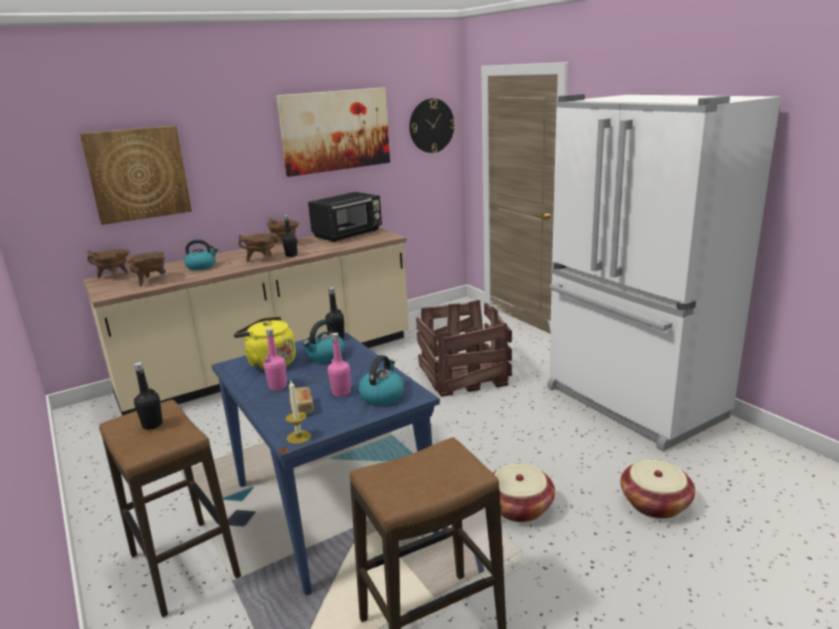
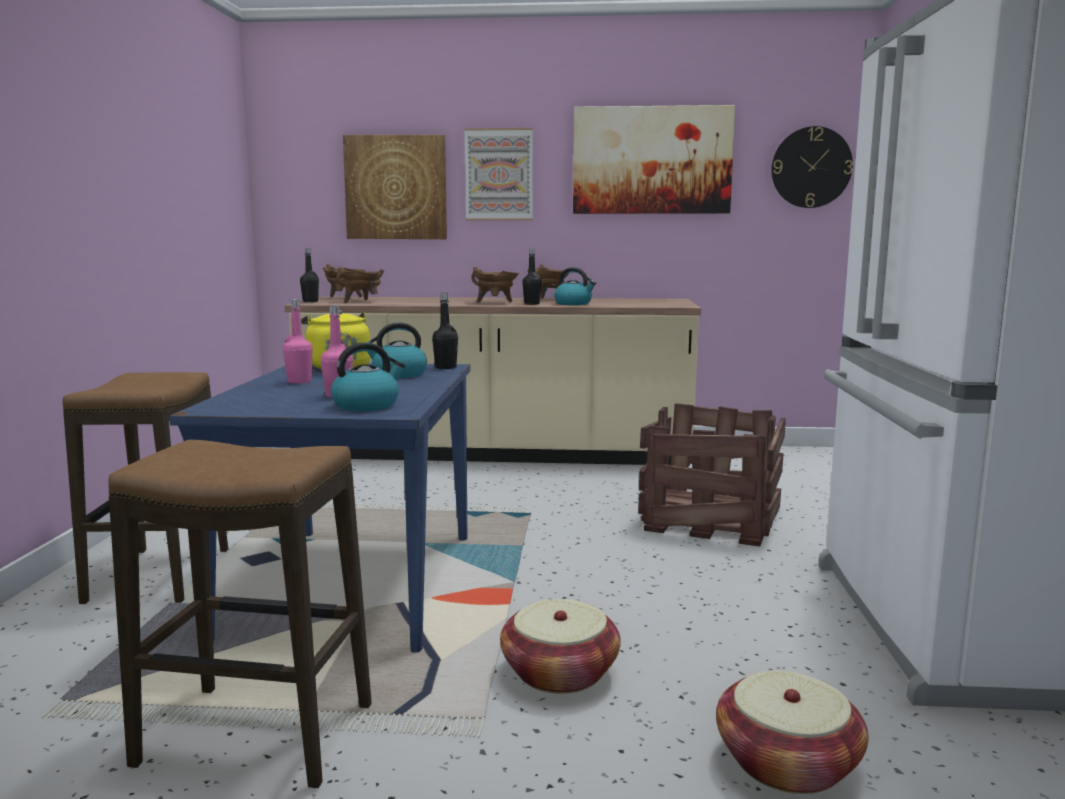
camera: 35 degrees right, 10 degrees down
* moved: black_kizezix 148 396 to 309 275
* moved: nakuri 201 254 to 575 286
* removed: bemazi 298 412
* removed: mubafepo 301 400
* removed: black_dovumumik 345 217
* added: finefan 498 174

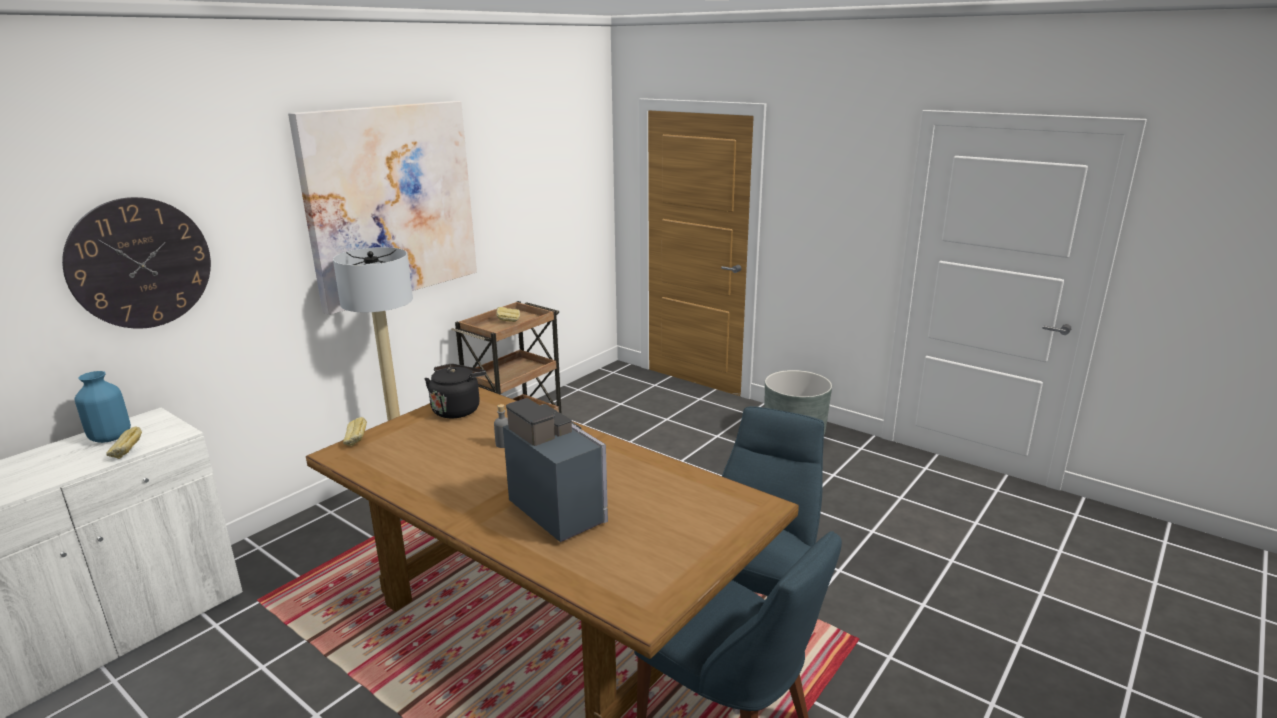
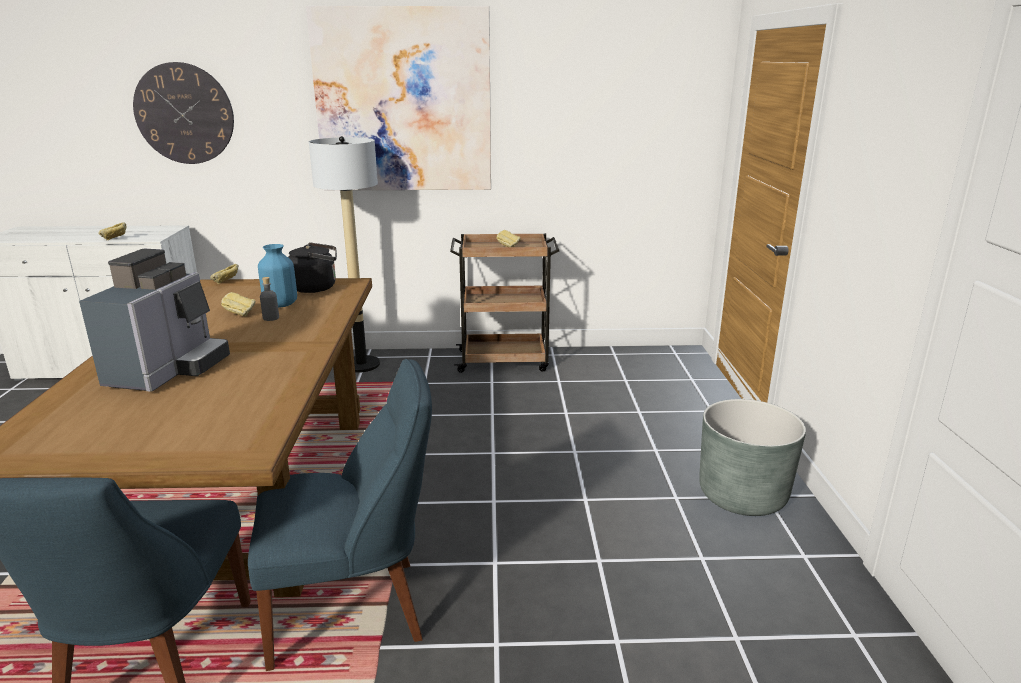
camera: 50 degrees right, 0 degrees up
* moved: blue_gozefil 103 407 to 277 276
* added: mubafepo 238 304

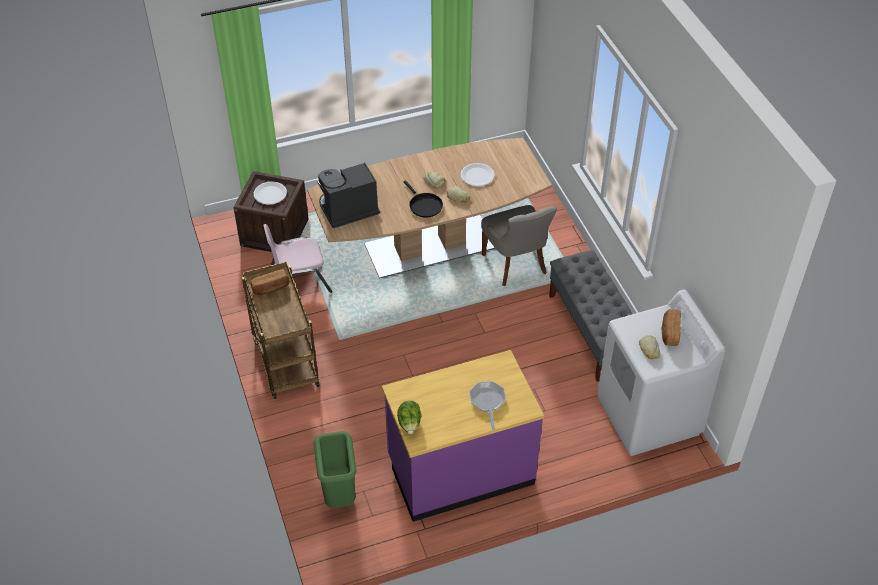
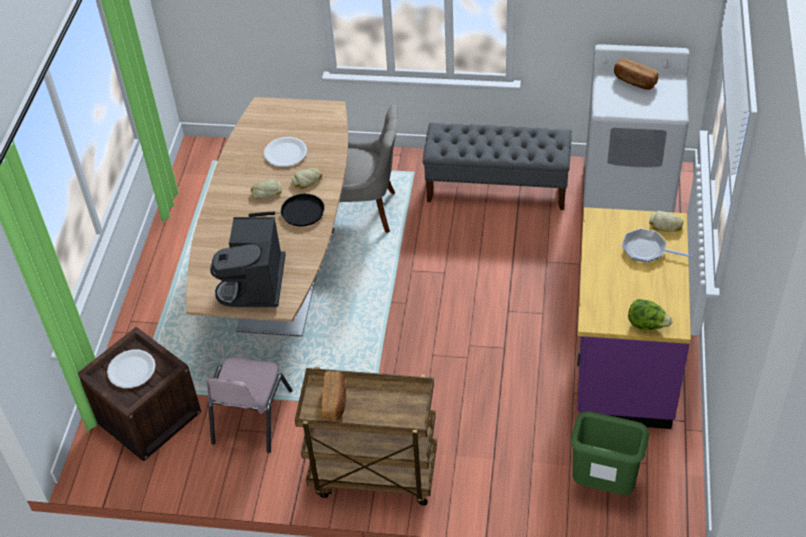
camera: 60 degrees left, 0 degrees up
* moved: mubafepo 649 347 to 666 221

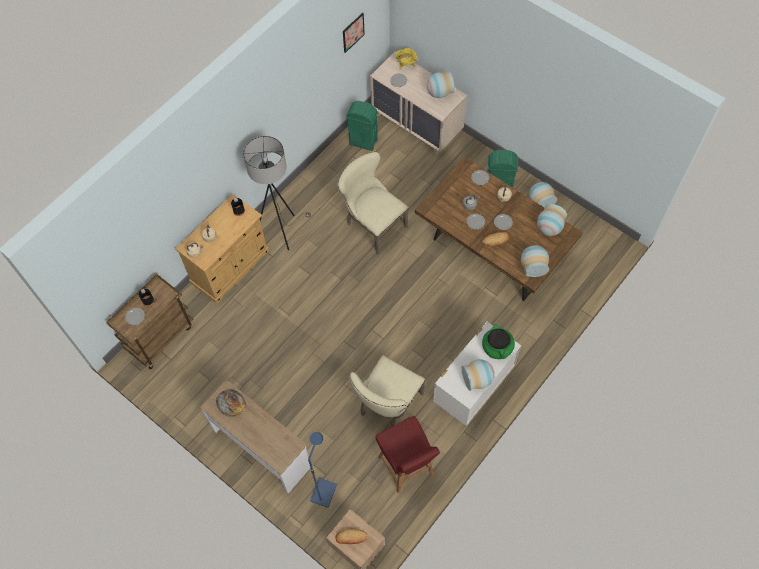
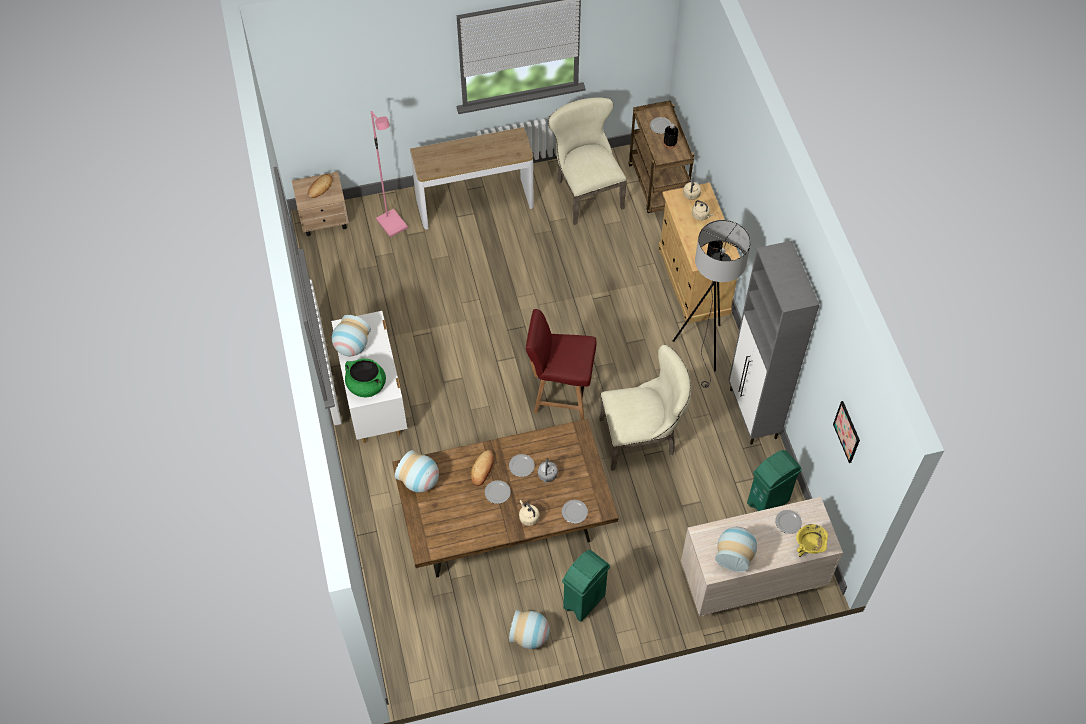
camera: 125 degrees right, 5 degrees down
* removed: mubafepo 231 403
* recoloured: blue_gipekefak 322 470 to pink_gipekefak 389 174
* moved: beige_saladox 387 391 to 587 161
* moved: red_saladox 408 454 to 561 364
* removed: gozefil 552 220
* added: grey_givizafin 774 343

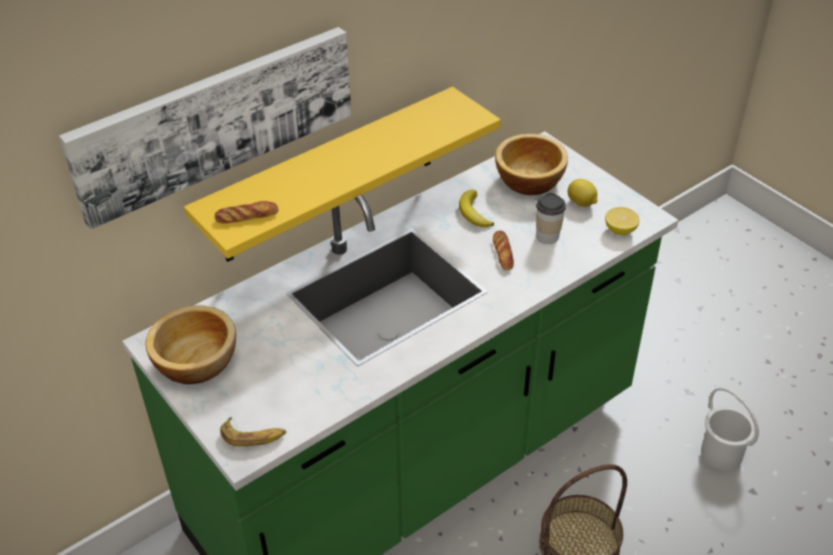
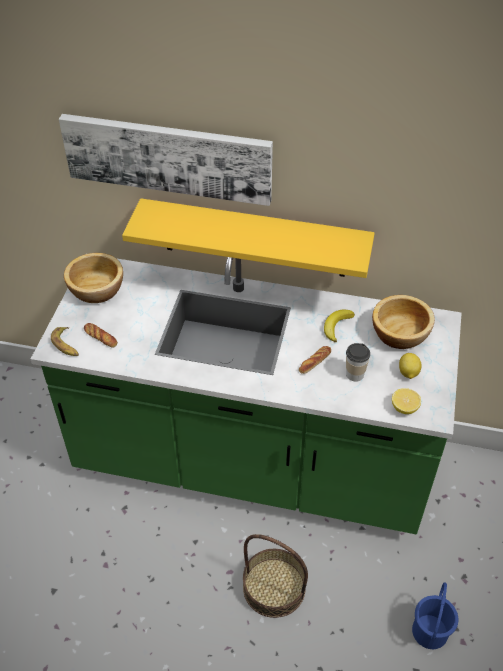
camera: 50 degrees right, 5 degrees up
* moved: mubafepo 246 212 to 101 335
* recoloured: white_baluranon 730 428 to blue_baluranon 435 615

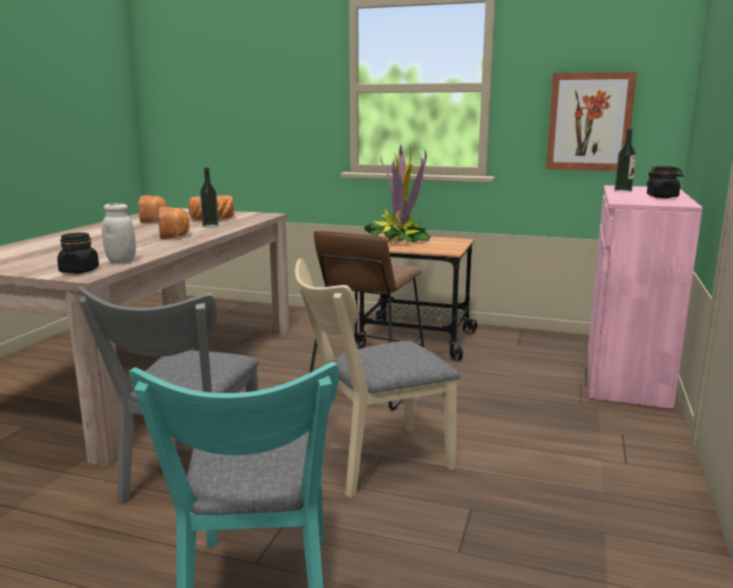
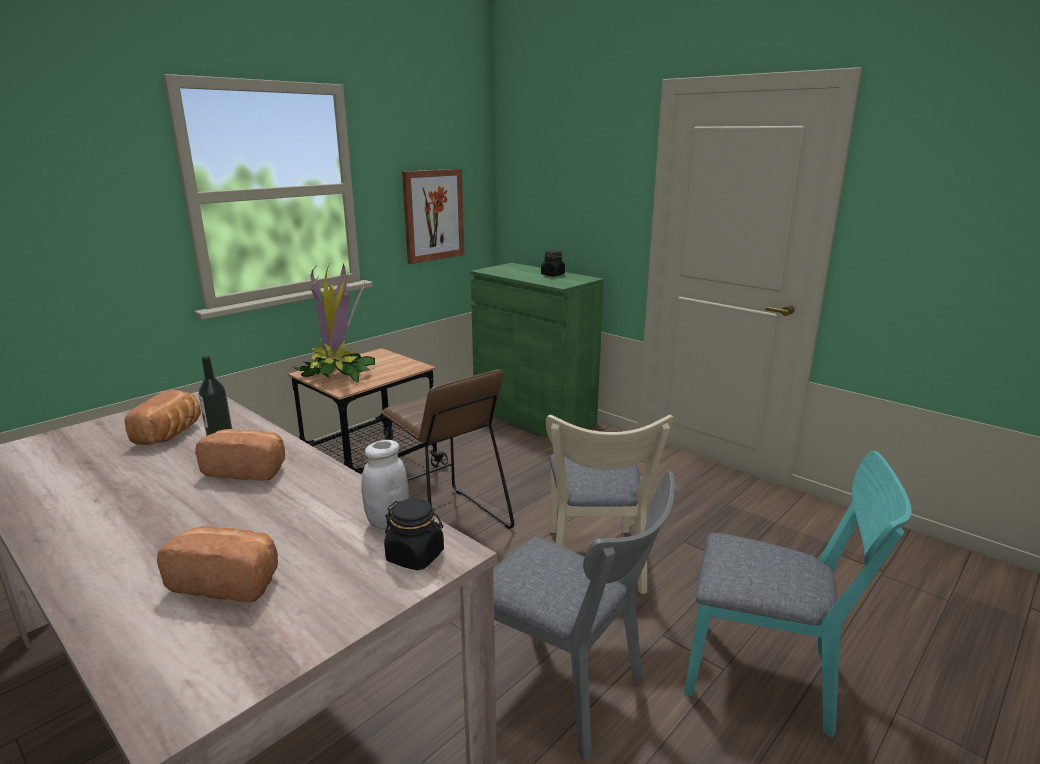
camera: 65 degrees left, 5 degrees up
* moved: mubafepo 152 209 to 217 564
* recoloured: pink_givizafin 645 297 to green_givizafin 537 350
* removed: kizezix 625 160

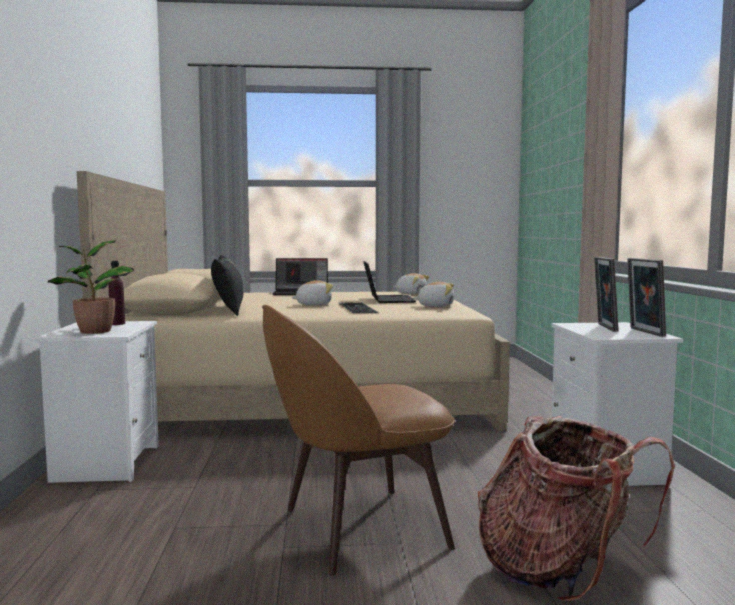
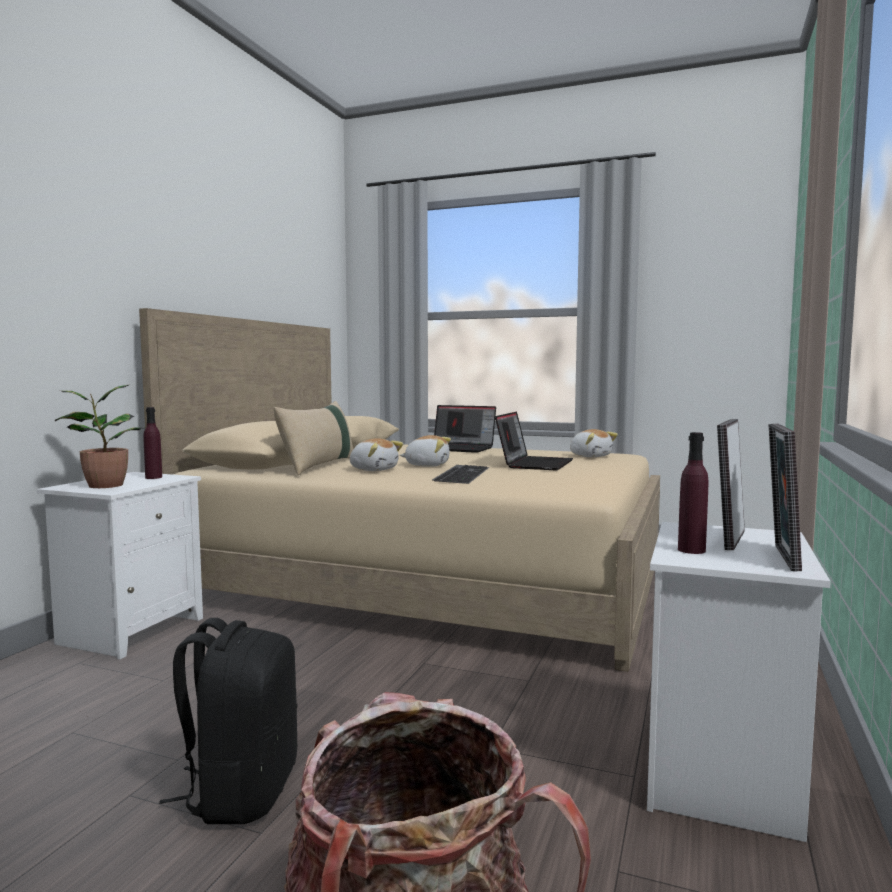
camera: 25 degrees right, 0 degrees up
* recoloured: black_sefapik 227 285 to beige_sefapik 313 438
* replaced: brown_saladox 358 440 to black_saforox 228 721
* moved: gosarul 433 294 to 376 454
* added: purple_kizezix 693 493

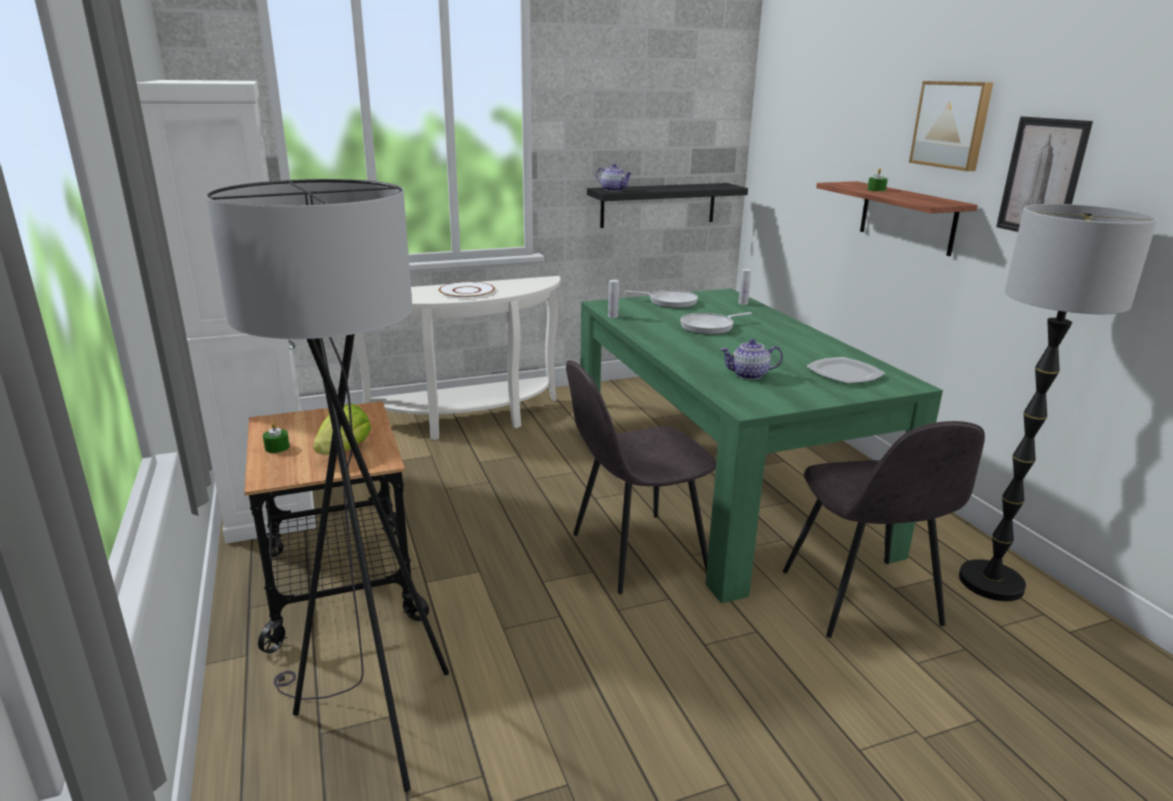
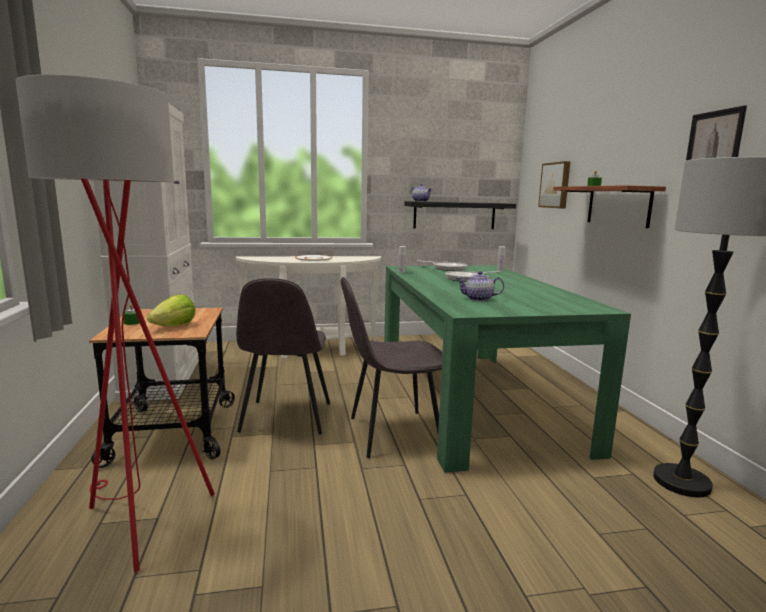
camera: 10 degrees right, 10 degrees down
* recoloured: grey_gipekefak 327 485 to red_gipekefak 115 323
* moved: grey_saladox 884 529 to 283 356
* removed: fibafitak 846 370
* moved: finefan 951 126 to 554 185

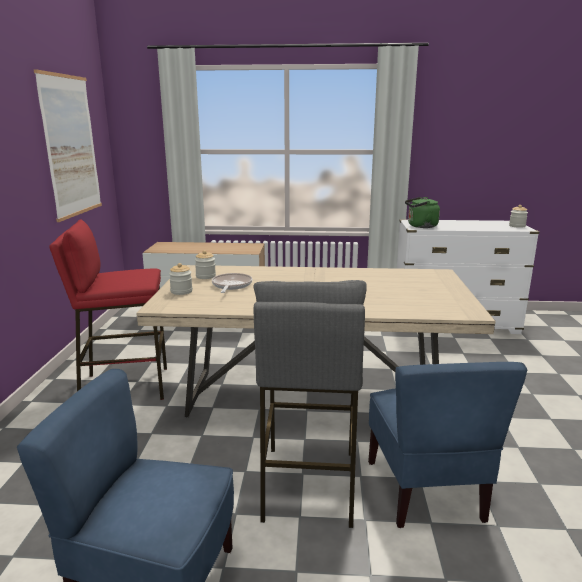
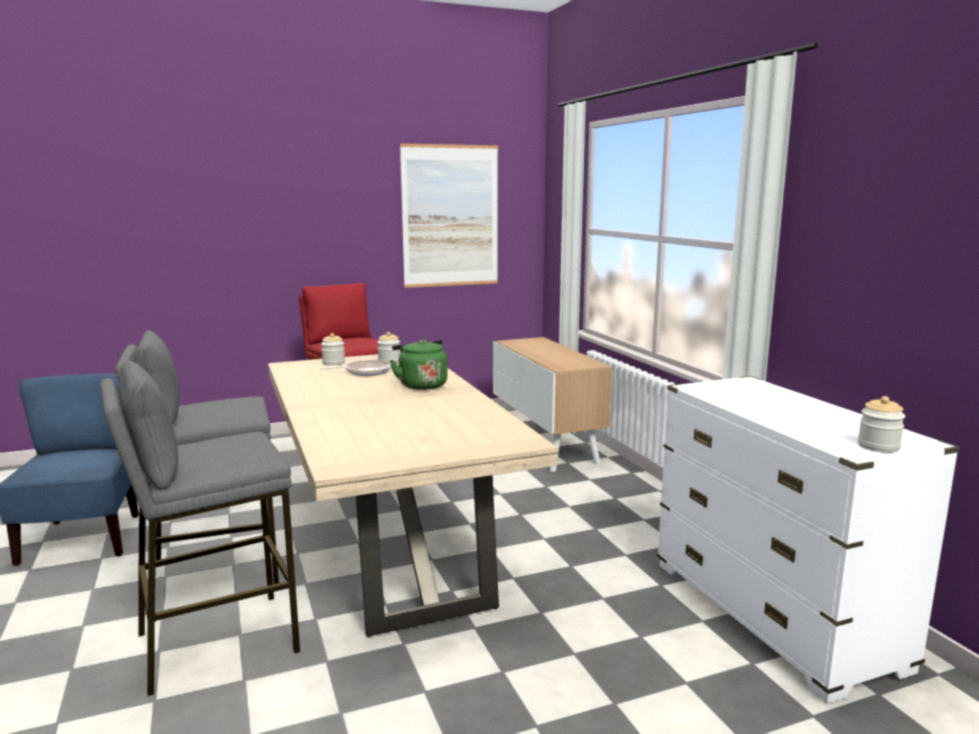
camera: 65 degrees right, 5 degrees down
* replaced: blue_saladox 447 445 to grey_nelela 200 528
* moved: green_nakuri 422 212 to 419 364

